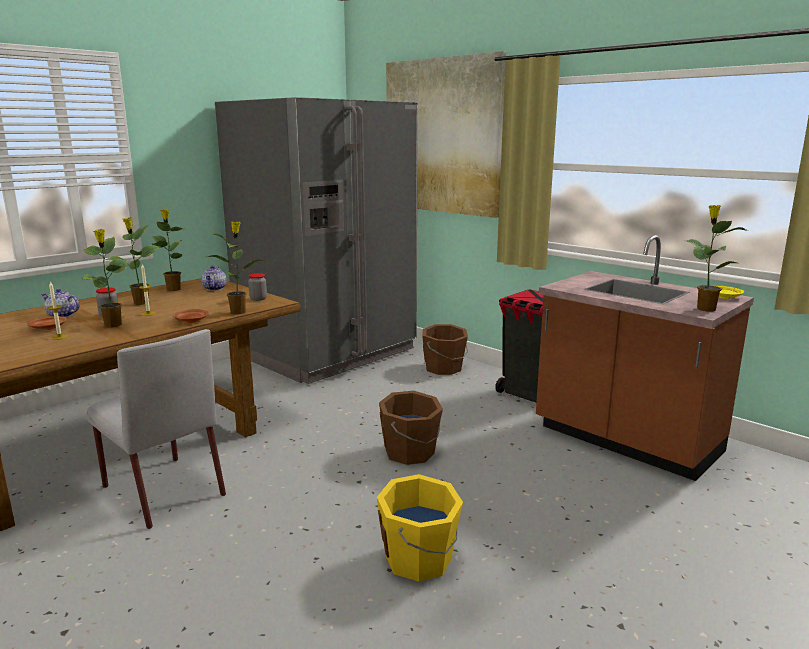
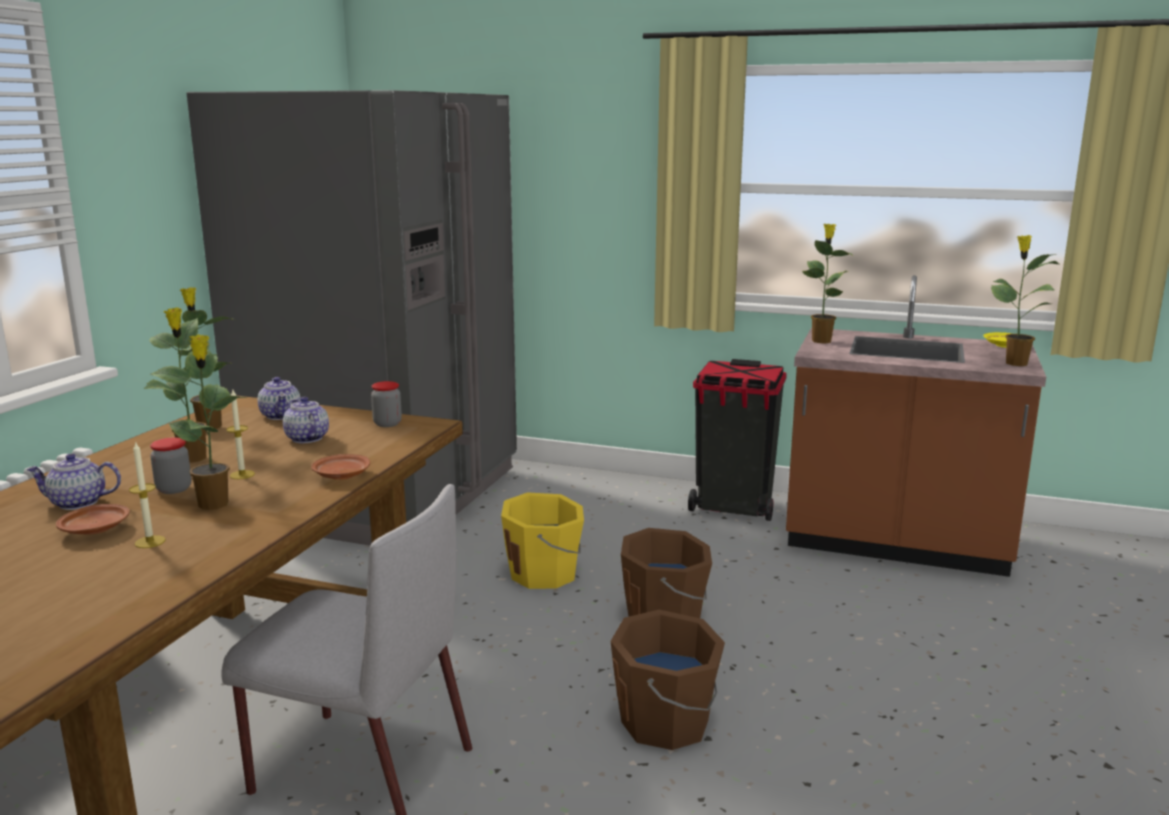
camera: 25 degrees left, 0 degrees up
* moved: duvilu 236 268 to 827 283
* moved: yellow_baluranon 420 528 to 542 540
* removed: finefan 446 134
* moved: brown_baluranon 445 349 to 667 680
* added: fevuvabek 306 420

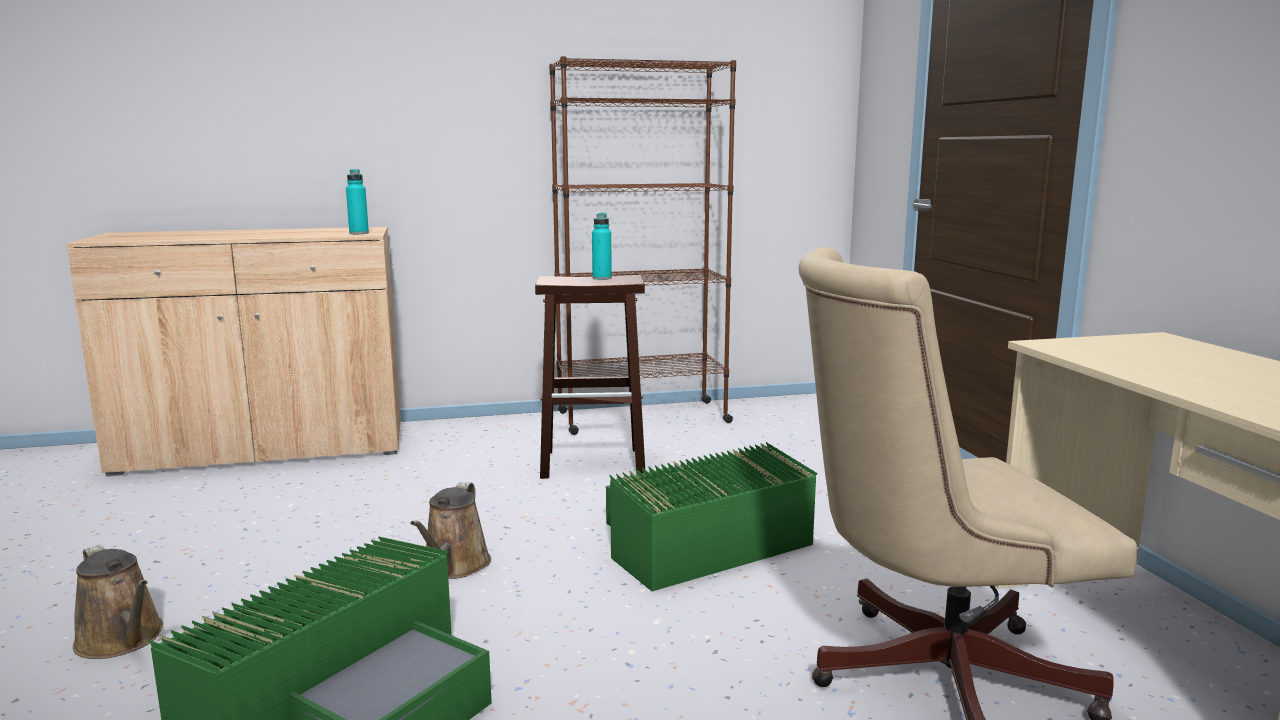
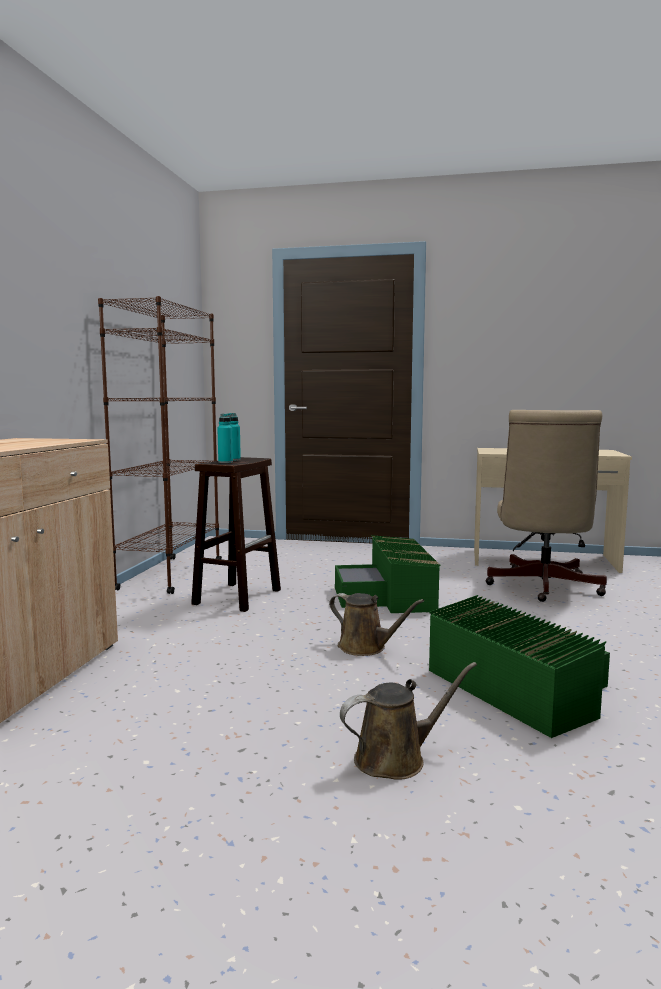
camera: 65 degrees left, 5 degrees down
* moved: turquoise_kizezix 357 201 to 225 438

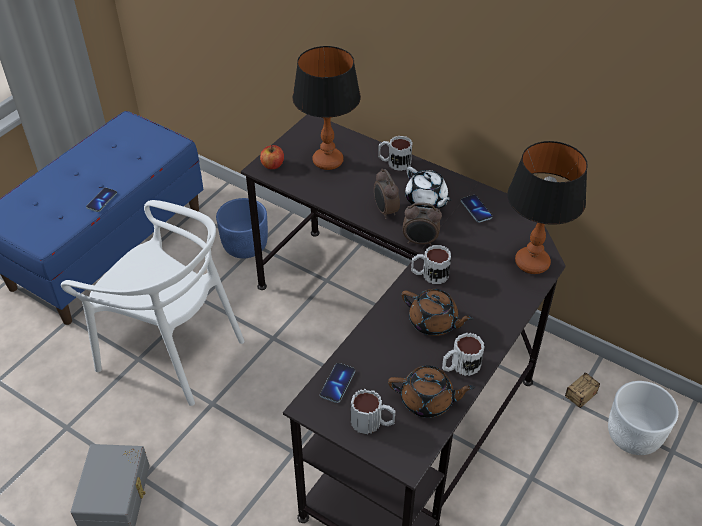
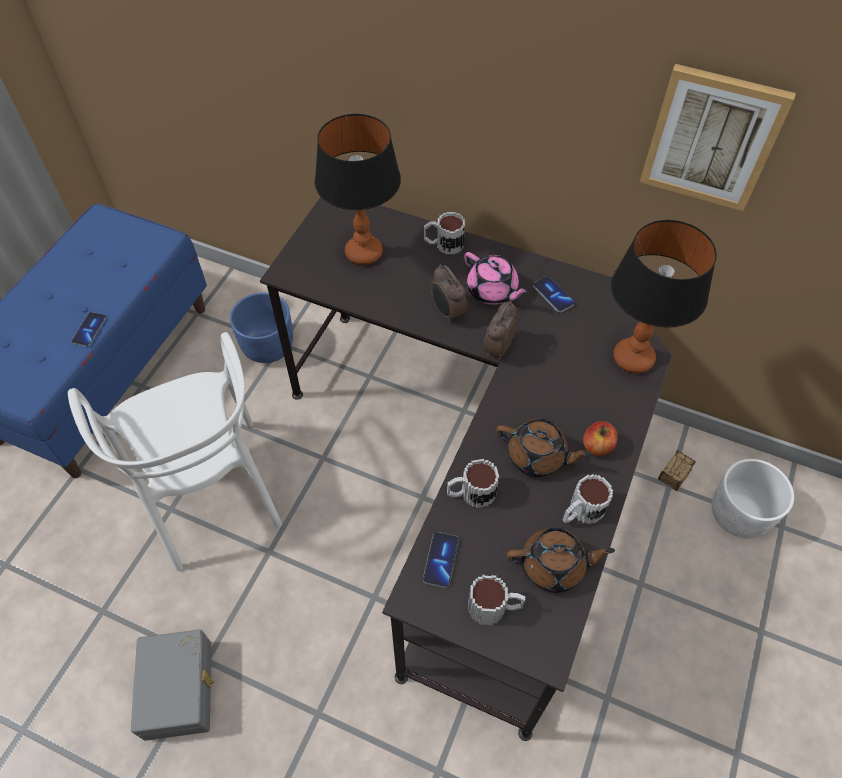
camera: 10 degrees left, 10 degrees up
* turned: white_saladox 153 303 = 175 451 45 degrees clockwise
* moved: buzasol 272 157 to 600 438
* turned: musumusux 422 224 = 500 330 120 degrees clockwise
* recoloured: white_fevuvabek 428 188 to pink_fevuvabek 496 278
* moved: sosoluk 431 264 to 473 483
* added: finefan 718 137

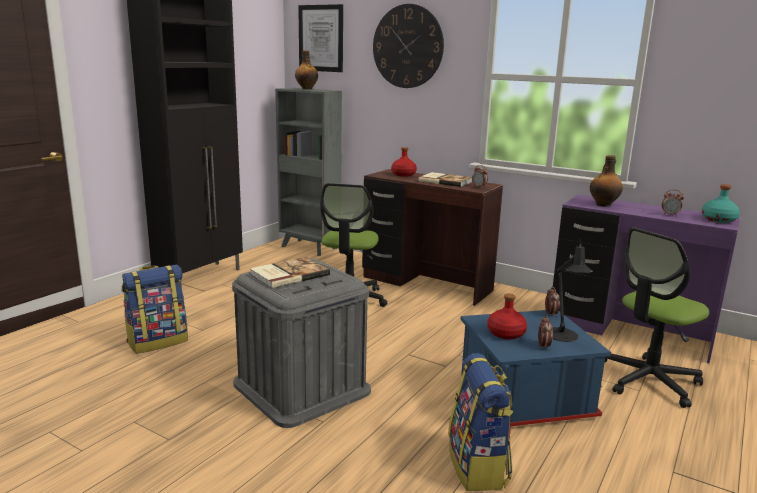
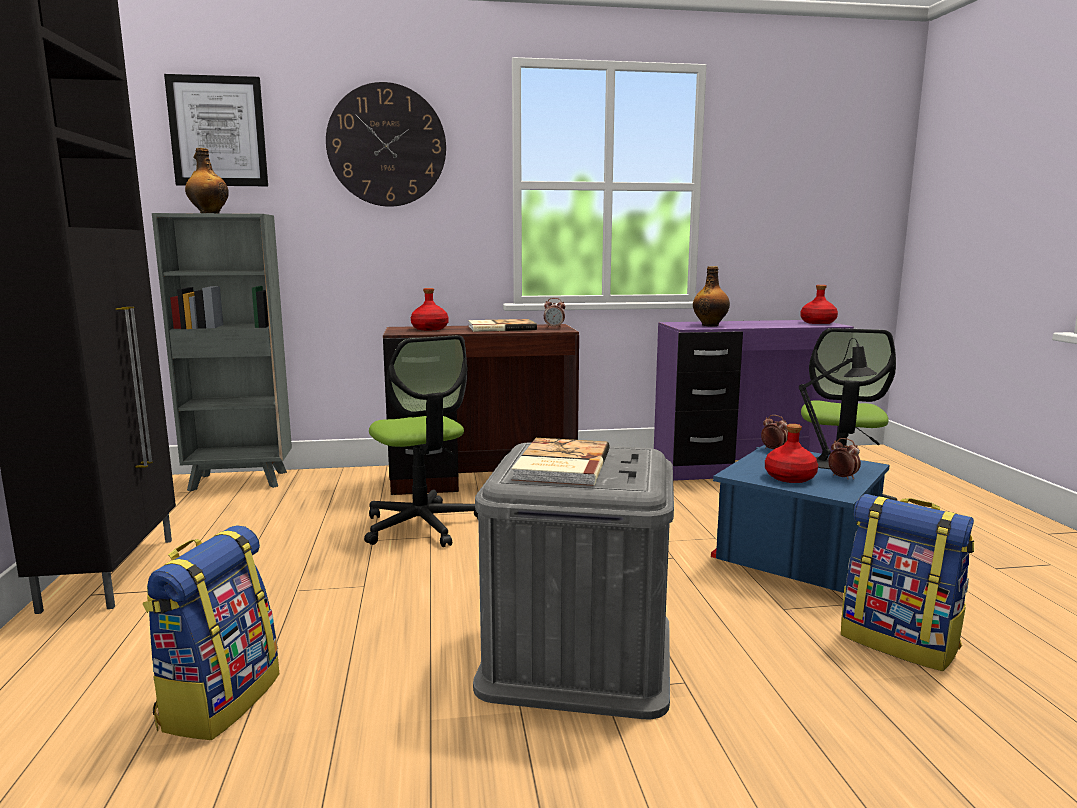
camera: 40 degrees left, 5 degrees down
* removed: musumusux 673 202
* recoloured: turquoise_kizezix 721 203 to red_kizezix 819 304

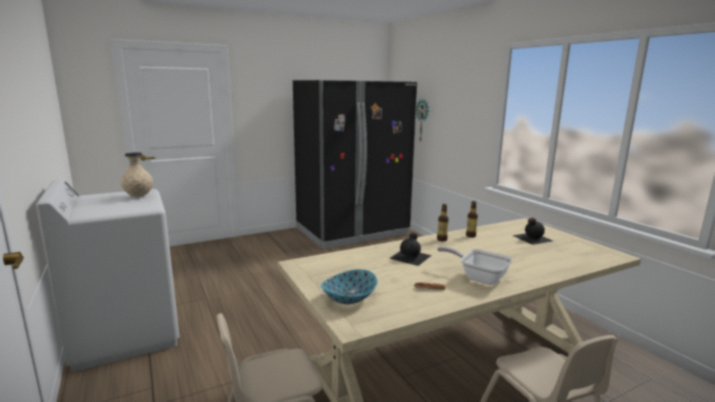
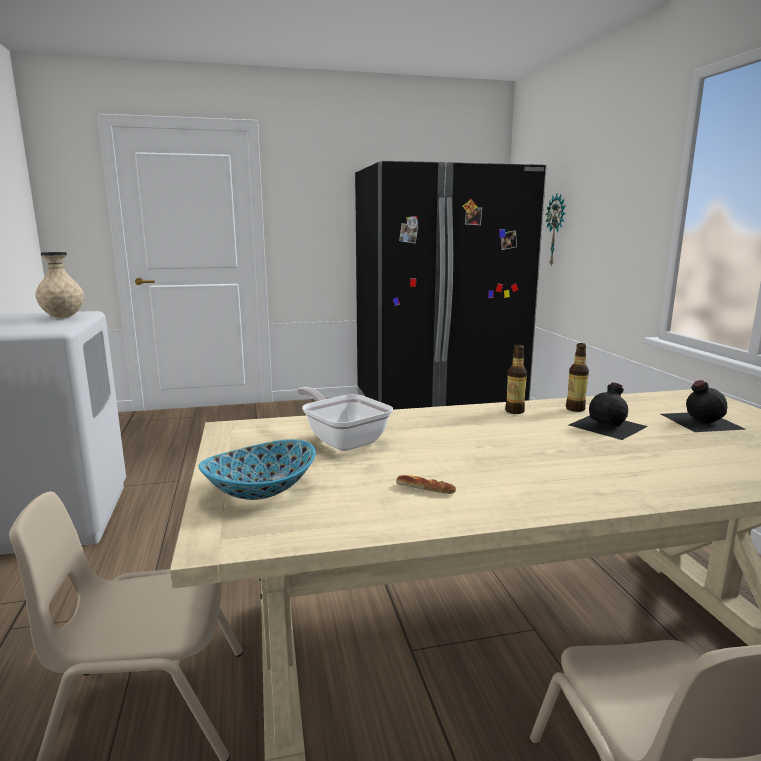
camera: 15 degrees right, 0 degrees up
* moved: black_kizezix 410 249 to 608 411
* moved: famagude 475 265 to 345 419

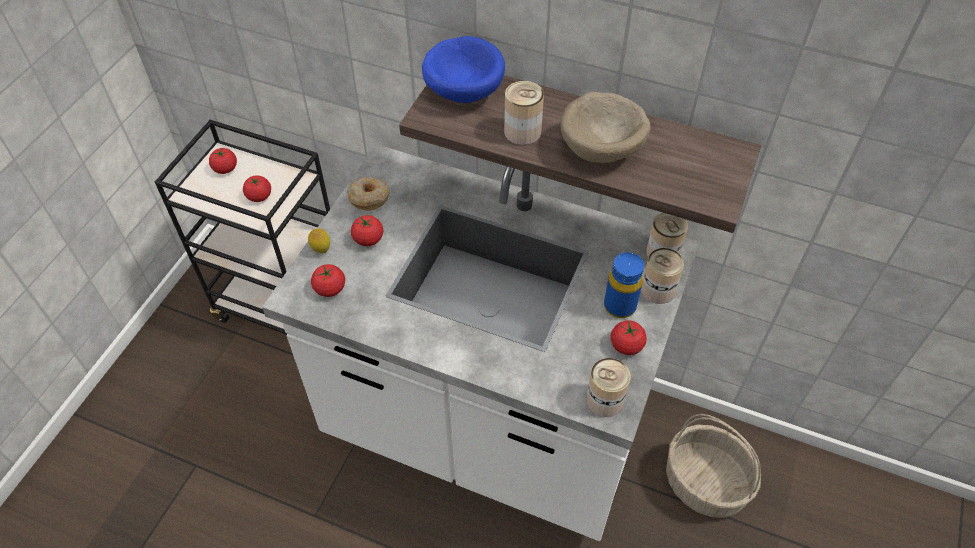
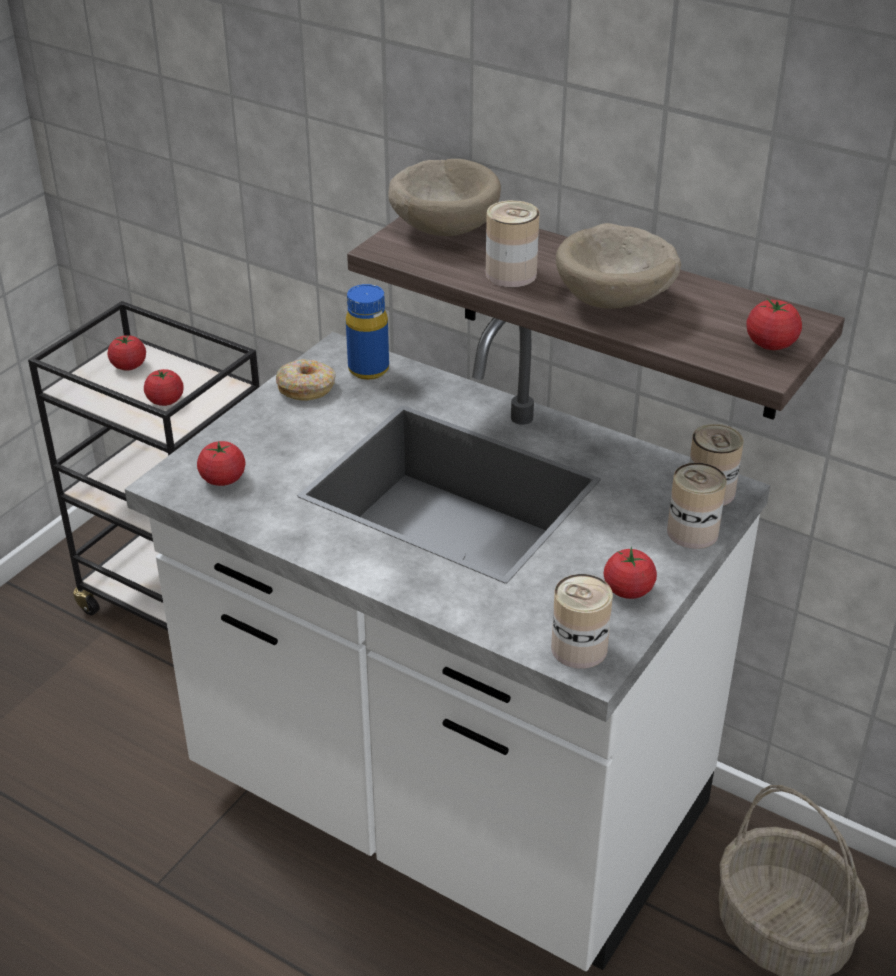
camera: 10 degrees right, 15 degrees down
* removed: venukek 319 240
* moved: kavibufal 367 230 to 774 324
* recoloured: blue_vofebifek 463 69 to beige_vofebifek 444 197
* moved: blue_kizezix 624 285 to 367 332

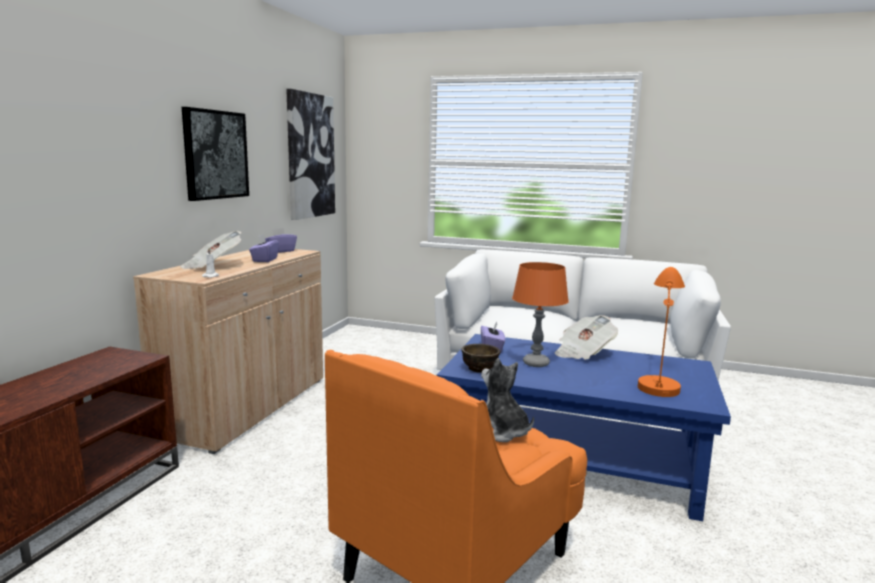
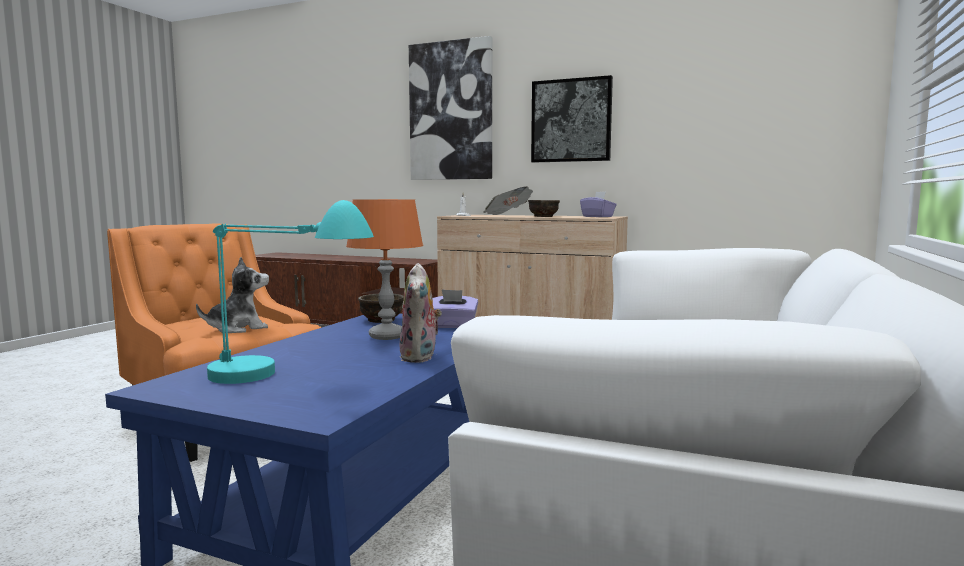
camera: 95 degrees right, 5 degrees down
* replaced: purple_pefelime 264 248 to brown_vofebifek 544 208
* moved: finefan 310 154 to 450 108
* replaced: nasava 586 337 to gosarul 421 313
* recoloured: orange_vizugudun 661 332 to turquoise_vizugudun 290 292

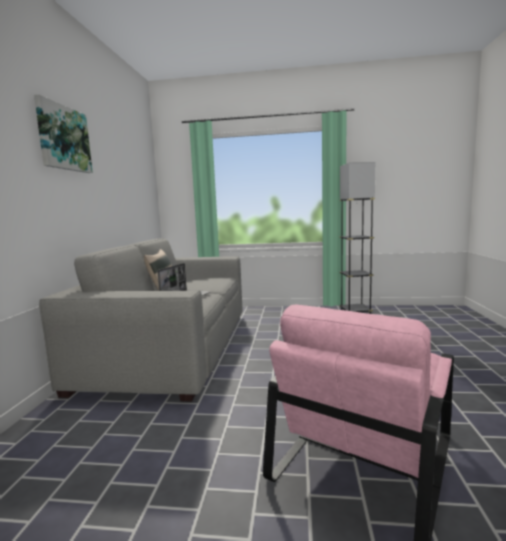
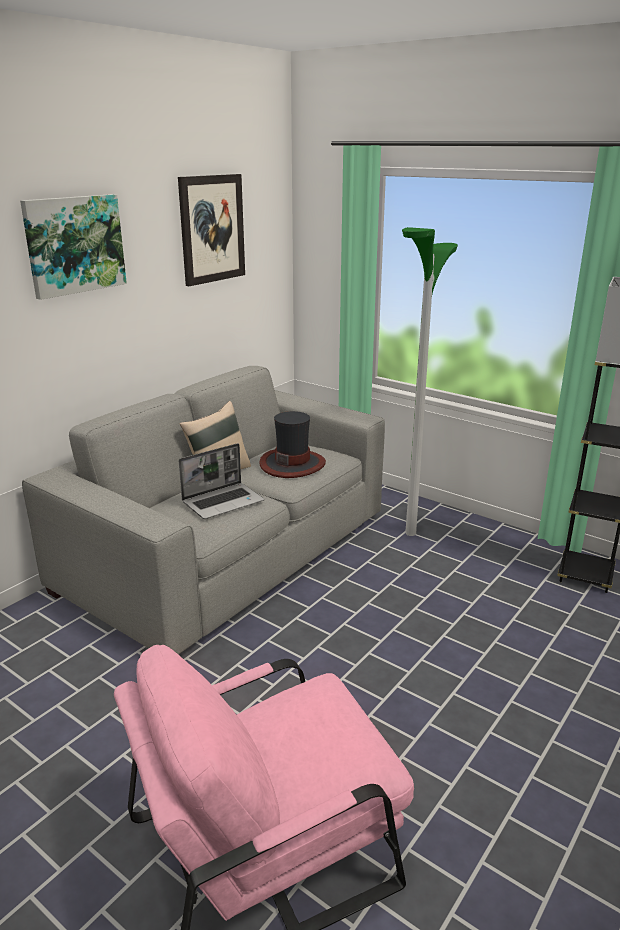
camera: 30 degrees right, 15 degrees up
* added: finefan 211 230
* added: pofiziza 292 444
* added: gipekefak 430 381

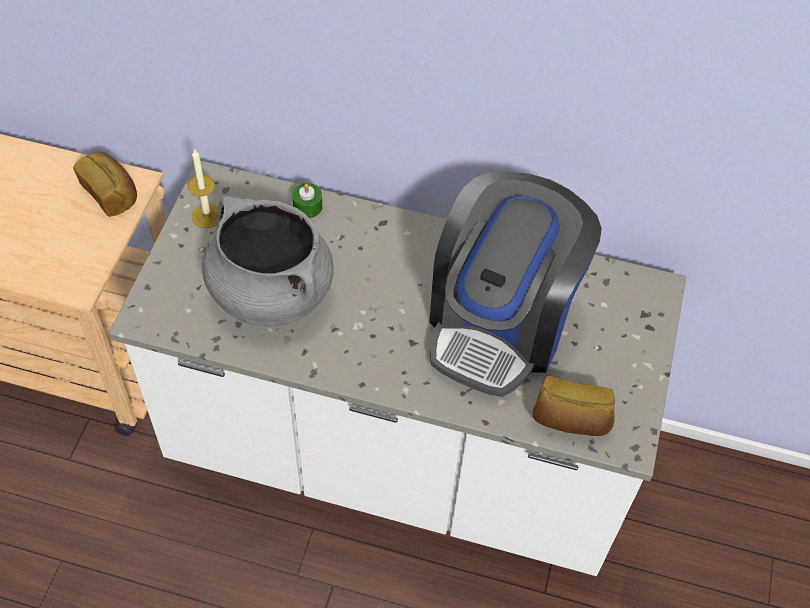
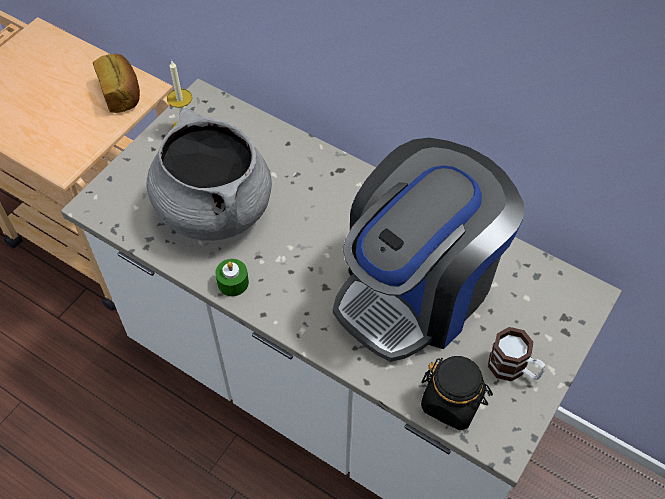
camera: 20 degrees right, 0 degrees up
* moved: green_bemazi 307 200 to 232 277
* replaced: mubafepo 574 406 to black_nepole 457 393
* added: sosoluk 517 354

